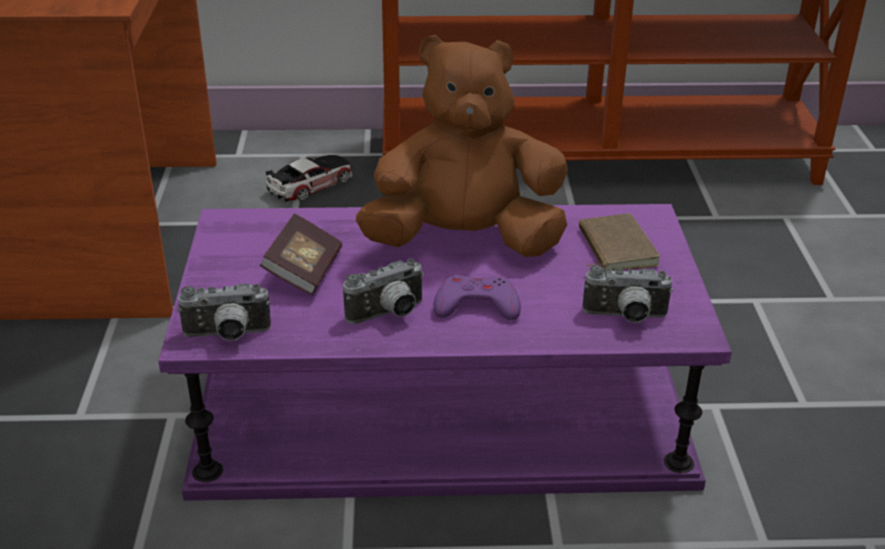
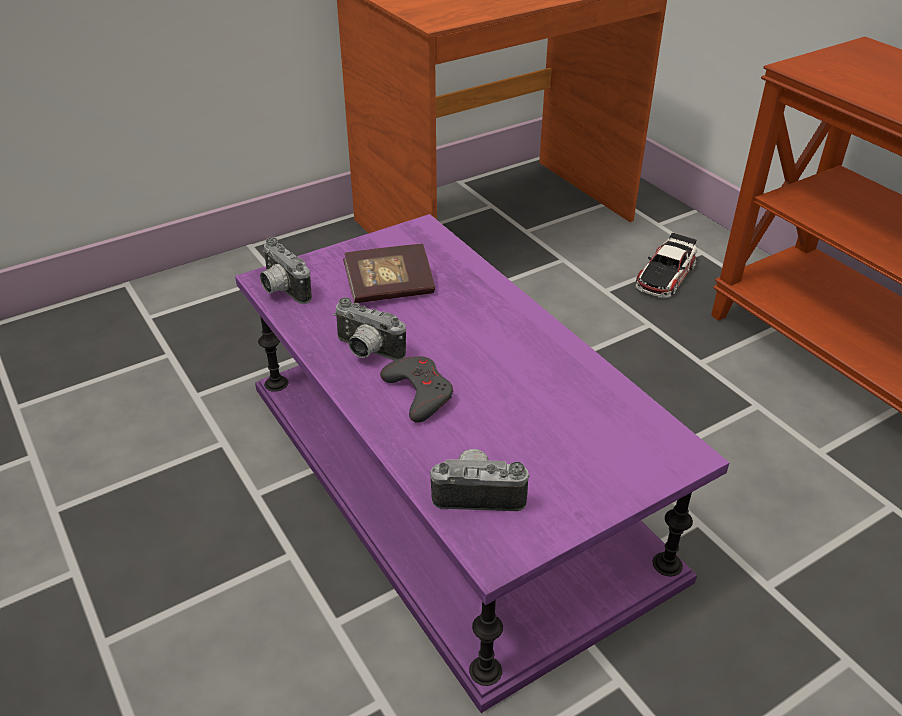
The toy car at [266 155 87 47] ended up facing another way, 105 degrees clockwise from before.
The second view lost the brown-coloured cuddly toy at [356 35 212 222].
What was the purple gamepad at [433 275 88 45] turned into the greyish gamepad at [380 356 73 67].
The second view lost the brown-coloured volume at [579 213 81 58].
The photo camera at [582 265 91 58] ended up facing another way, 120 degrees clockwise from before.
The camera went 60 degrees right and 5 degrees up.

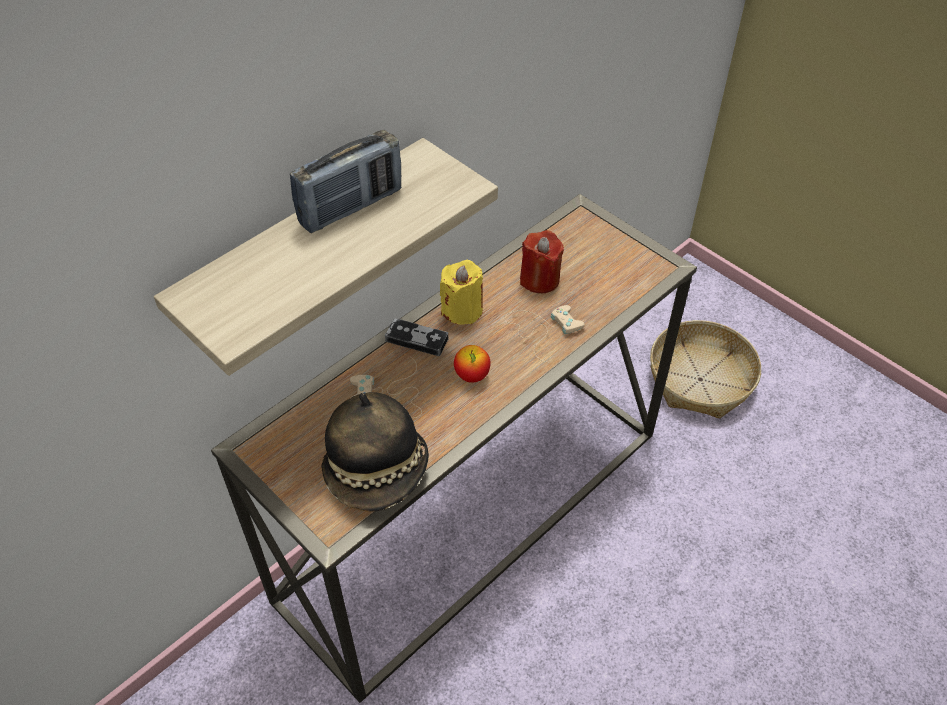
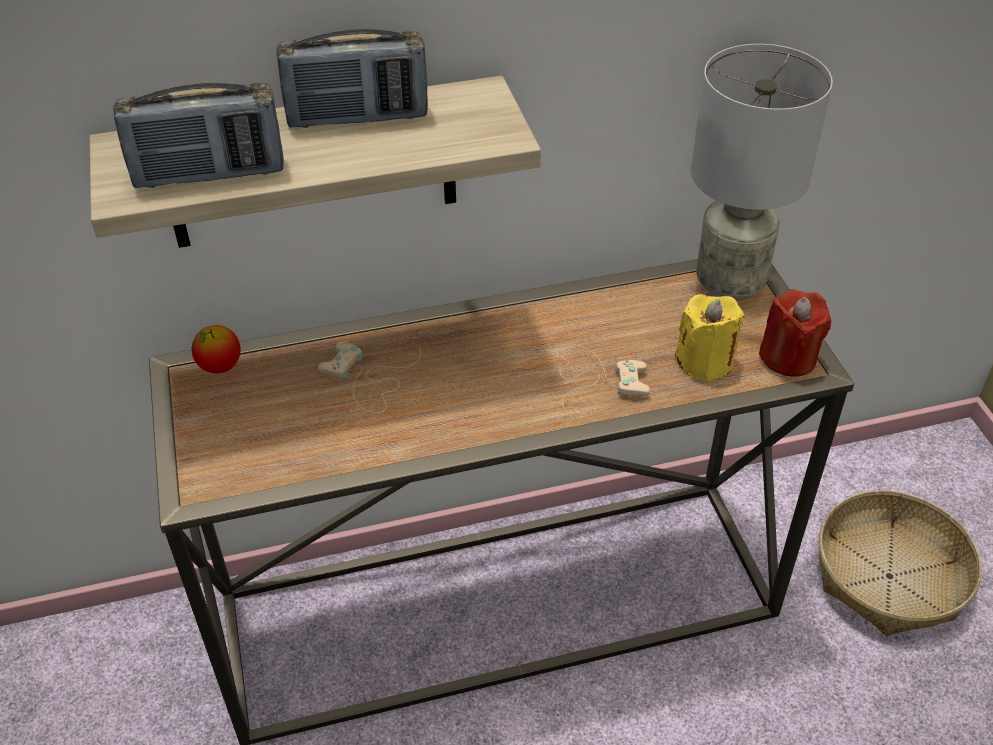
The second view lost the hat at [321 392 108 120].
The second view lost the gamepad at [385 319 63 37].
The yellow wax candle ended up elsewhere, having gone from [440 260 43 65] to [675 294 70 88].
The apple ended up elsewhere, having gone from [454 345 37 38] to [192 325 49 48].
The red-coloured wax candle ended up elsewhere, having gone from [520 230 44 63] to [759 289 72 88].
The second view gained the radio receiver at [113 83 171 105].
The second view gained the greyish lamp for a table at [691 44 142 257].
The camera went 30 degrees right and 5 degrees down.

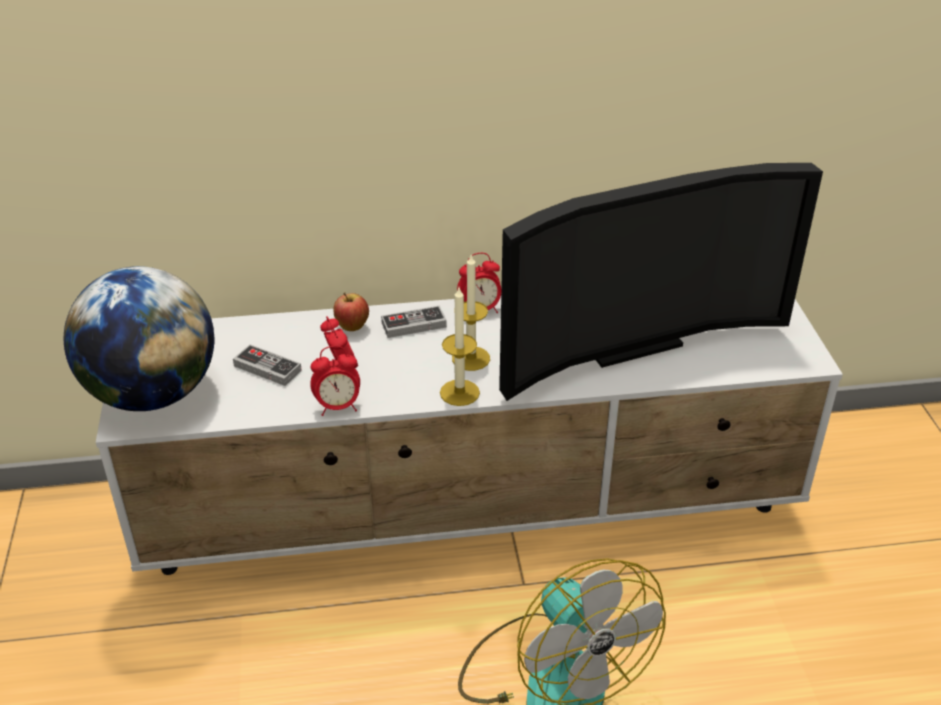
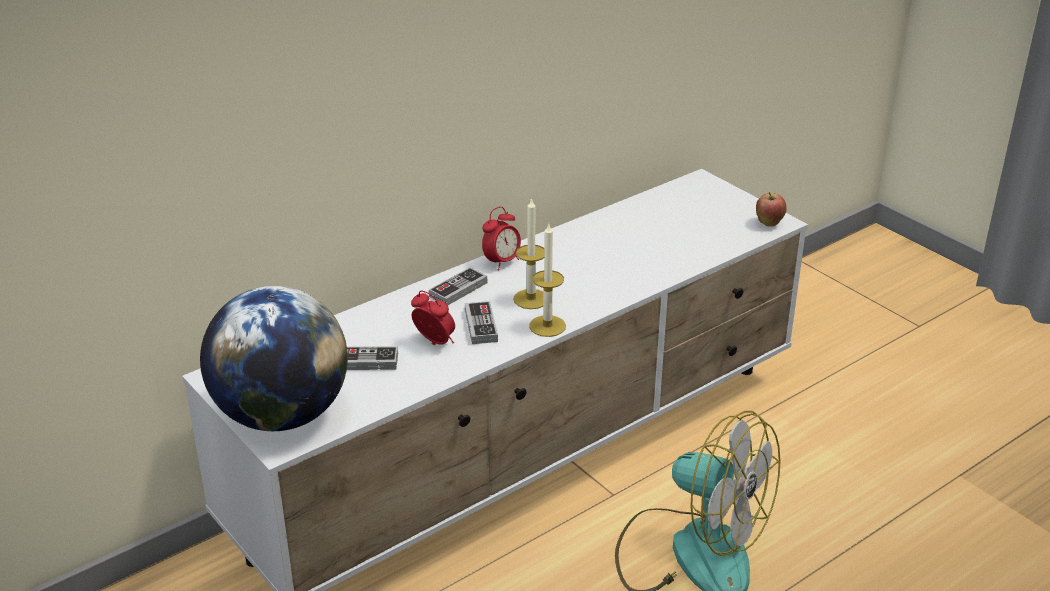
The second view lost the alarm clock at [310 346 50 70].
The apple ended up elsewhere, having gone from [333 292 36 39] to [756 192 31 35].
The second view lost the TV set at [499 163 324 238].
The second view gained the gamepad at [465 301 33 43].
The camera went 30 degrees left and 5 degrees down.

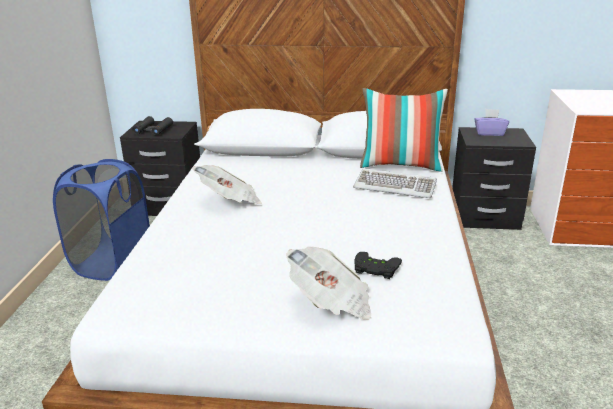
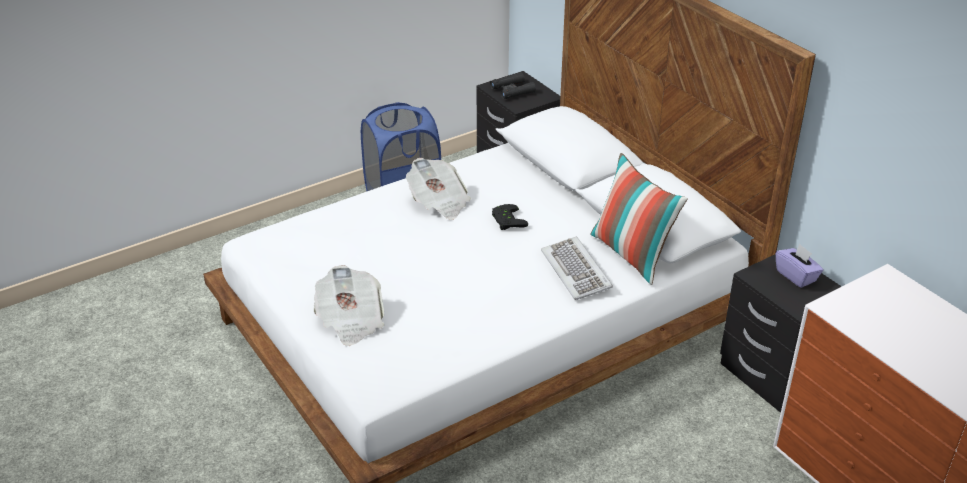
The blackish gamepad ended up elsewhere, having gone from [355 252 47 27] to [492 204 36 26].
The camera went 50 degrees right and 10 degrees up.

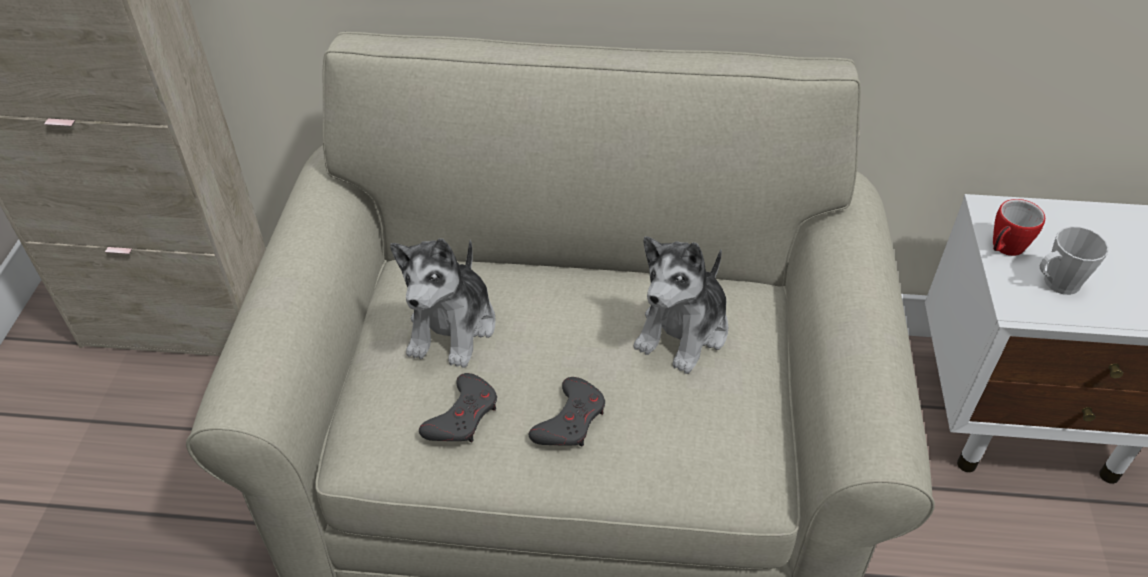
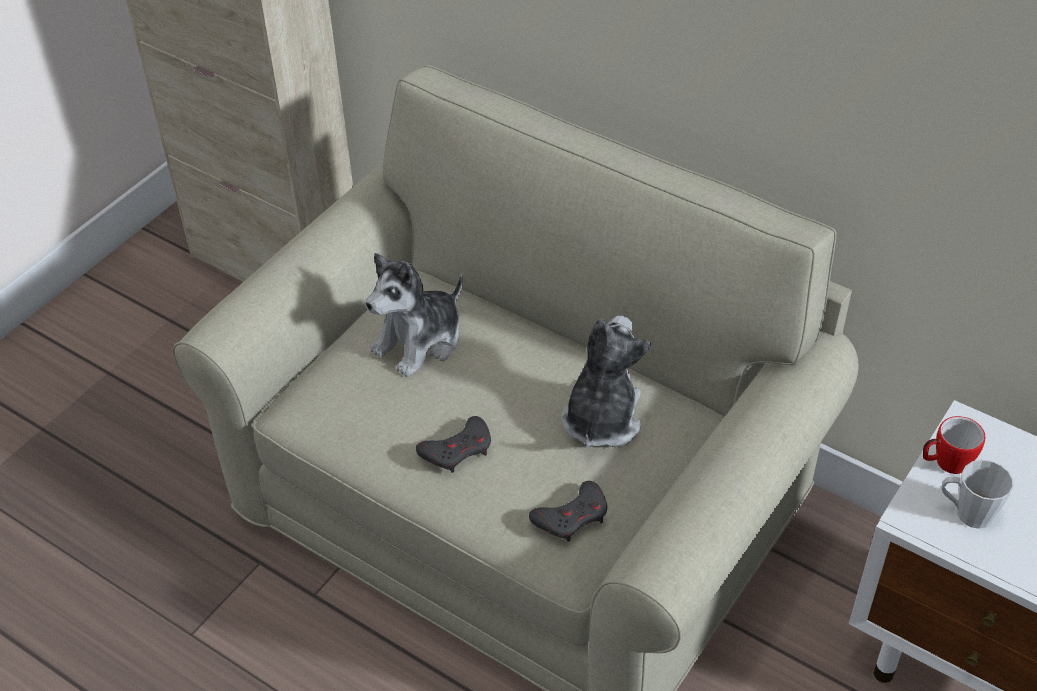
The greyish gamepad ended up elsewhere, having gone from [419 373 78 69] to [529 481 78 61].
The cuddly toy at [634 237 94 137] ended up facing another way, 135 degrees clockwise from before.
The camera went 30 degrees right and 0 degrees up.

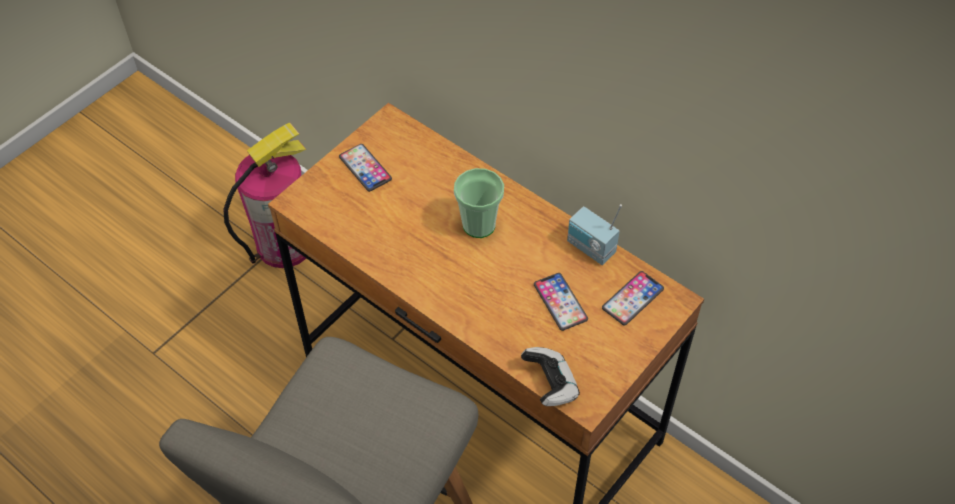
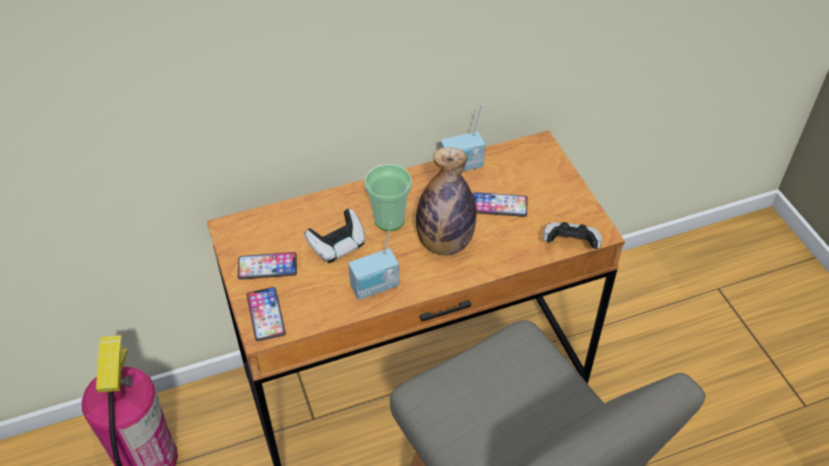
The telephone ended up elsewhere, having gone from [602 271 62 55] to [247 287 39 54].
The second view gained the gamepad at [304 209 61 54].
The second view gained the radio receiver at [348 222 51 78].
The second view gained the beverage bottle at [416 147 60 108].
The camera went 60 degrees left and 5 degrees down.

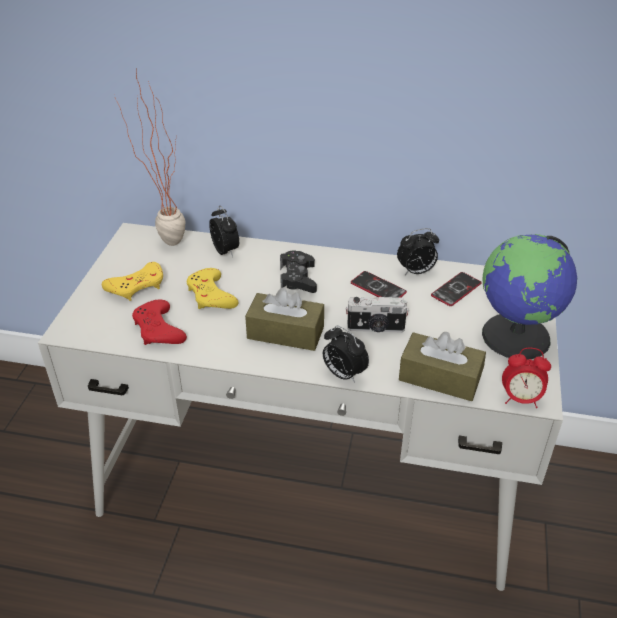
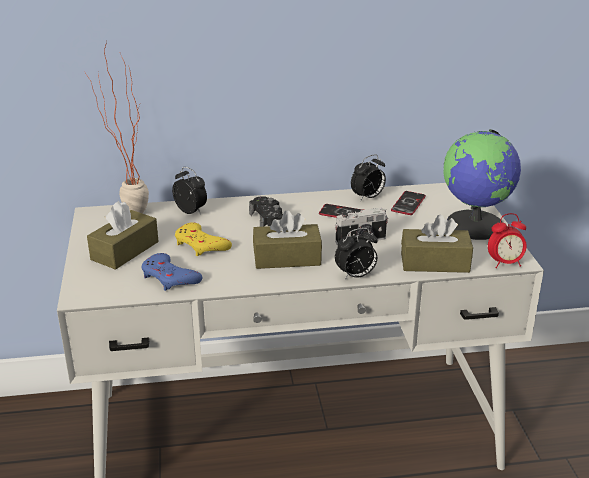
Where the yellow gamepad stood at [102 262 61 39], the brown-coloured tissue holder came to stand at [87 201 72 69].
What was the red-coloured gamepad at [132 300 55 45] turned into the bluish gamepad at [141 253 61 38].
The alarm clock at [323 326 46 57] ended up facing another way, 45 degrees counterclockwise from before.
The camera went 20 degrees left and 10 degrees down.

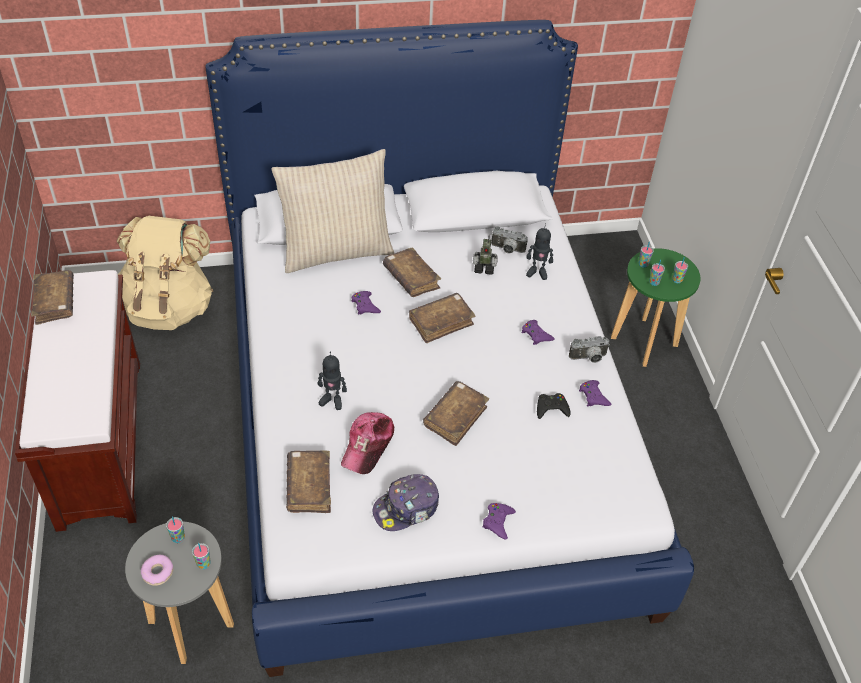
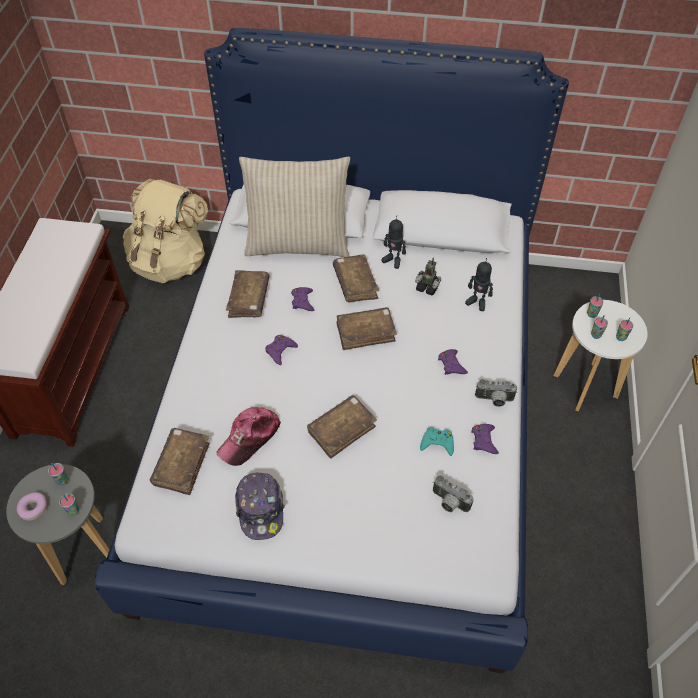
The brown-coloured volume ended up elsewhere, having gone from [31 270 43 55] to [226 270 44 48].
The robot figure ended up elsewhere, having gone from [318 352 29 58] to [382 215 24 54].
The baseball cap at [373 474 66 57] ended up facing another way, 90 degrees counterclockwise from before.
The purple gamepad ended up elsewhere, having gone from [483 503 33 37] to [265 335 33 30].
The photo camera ended up elsewhere, having gone from [491 226 37 28] to [433 475 41 37].
What was the blackish gamepad at [537 393 34 26] turned into the blue-green gamepad at [420 427 34 29].
What was the green stool at [611 248 89 119] turned into the white stool at [554 300 94 112].
The camera went 20 degrees right and 5 degrees up.

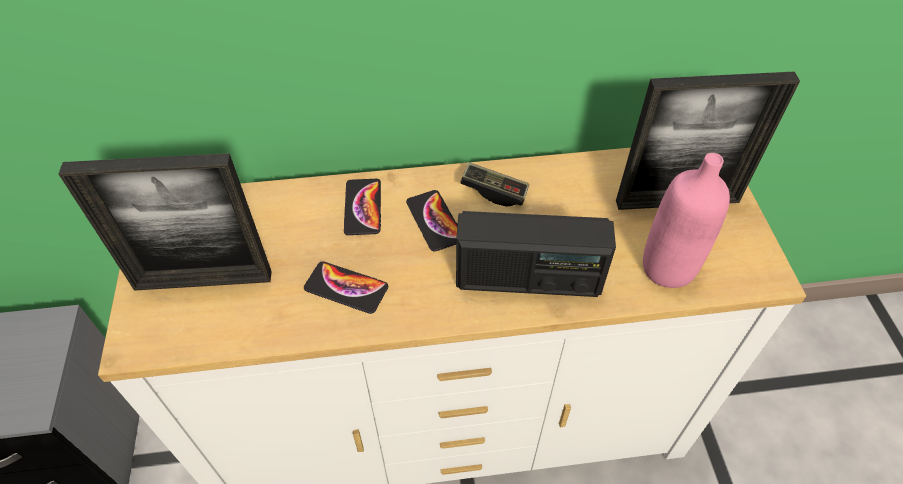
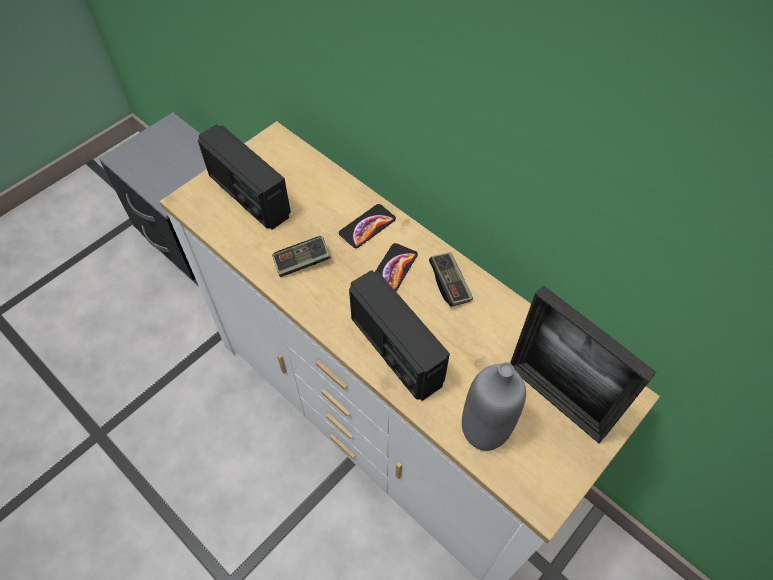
Where the photo frame stood at [58 153 214 138], the radio receiver came to stand at [198 124 93 106].
Where the telephone stood at [304 261 84 53], the gamepad came to stand at [272 236 59 41].
What was the pink-coloured beverage bottle at [643 153 87 135] turned into the greyish beverage bottle at [462 362 64 89].
The camera went 50 degrees right and 5 degrees up.

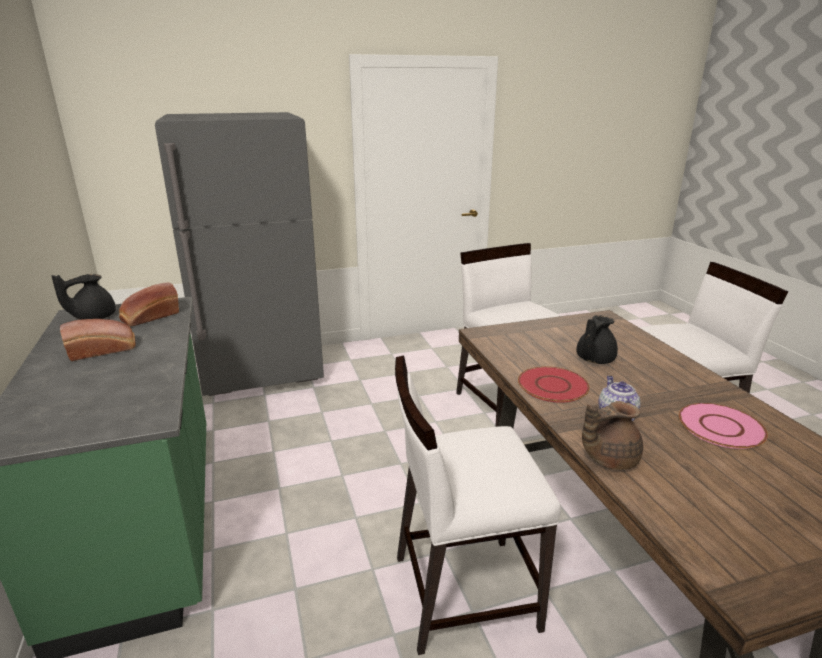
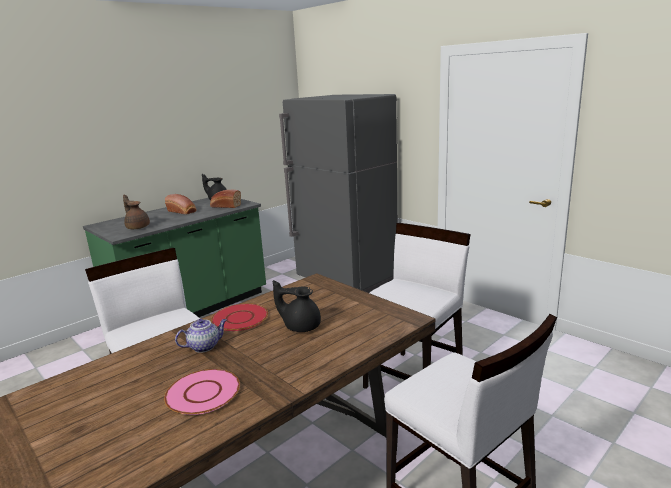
The brown-coloured teapot ended up elsewhere, having gone from [582 401 61 69] to [123 195 27 34].
The camera went 65 degrees right and 5 degrees down.

